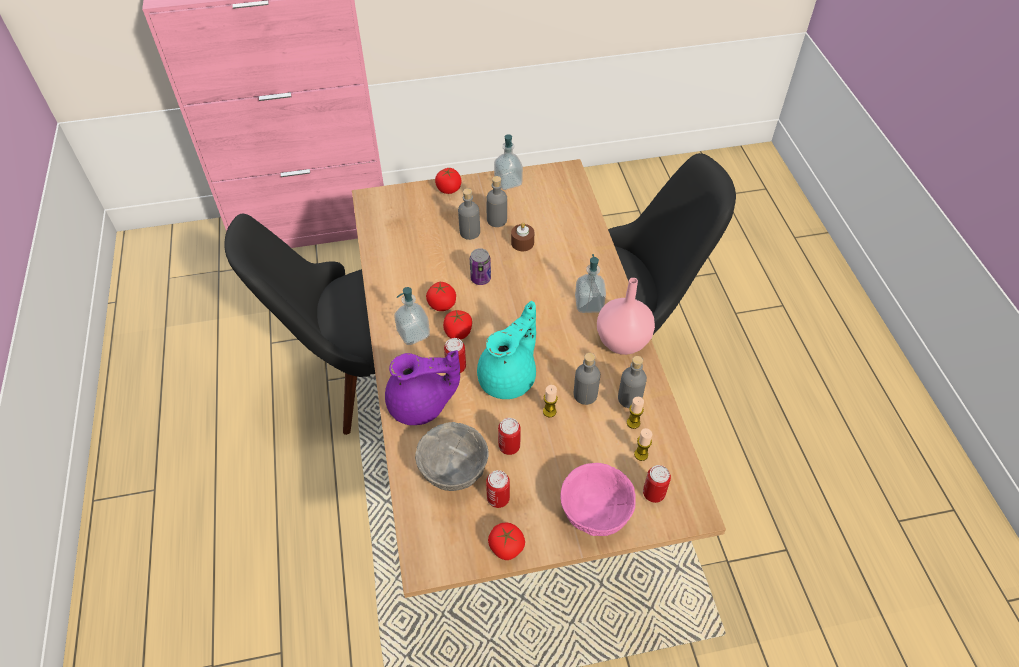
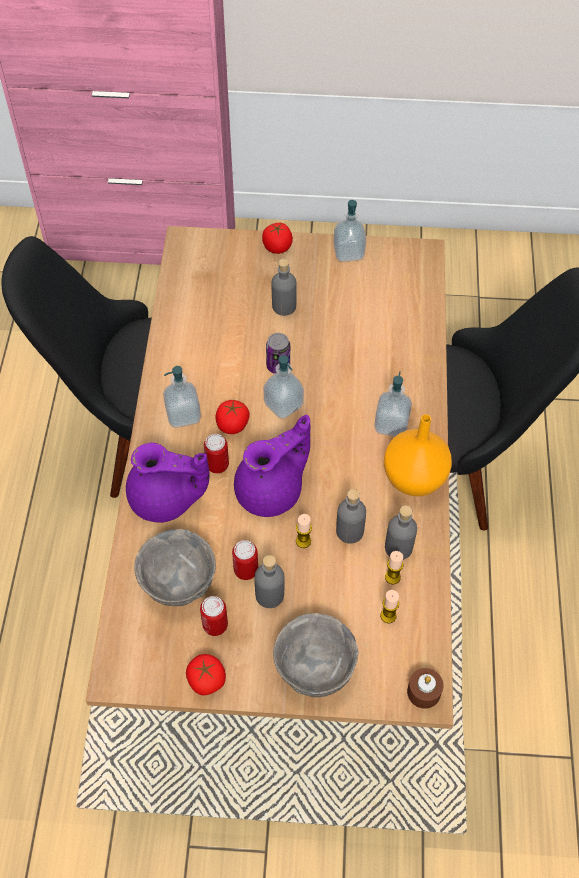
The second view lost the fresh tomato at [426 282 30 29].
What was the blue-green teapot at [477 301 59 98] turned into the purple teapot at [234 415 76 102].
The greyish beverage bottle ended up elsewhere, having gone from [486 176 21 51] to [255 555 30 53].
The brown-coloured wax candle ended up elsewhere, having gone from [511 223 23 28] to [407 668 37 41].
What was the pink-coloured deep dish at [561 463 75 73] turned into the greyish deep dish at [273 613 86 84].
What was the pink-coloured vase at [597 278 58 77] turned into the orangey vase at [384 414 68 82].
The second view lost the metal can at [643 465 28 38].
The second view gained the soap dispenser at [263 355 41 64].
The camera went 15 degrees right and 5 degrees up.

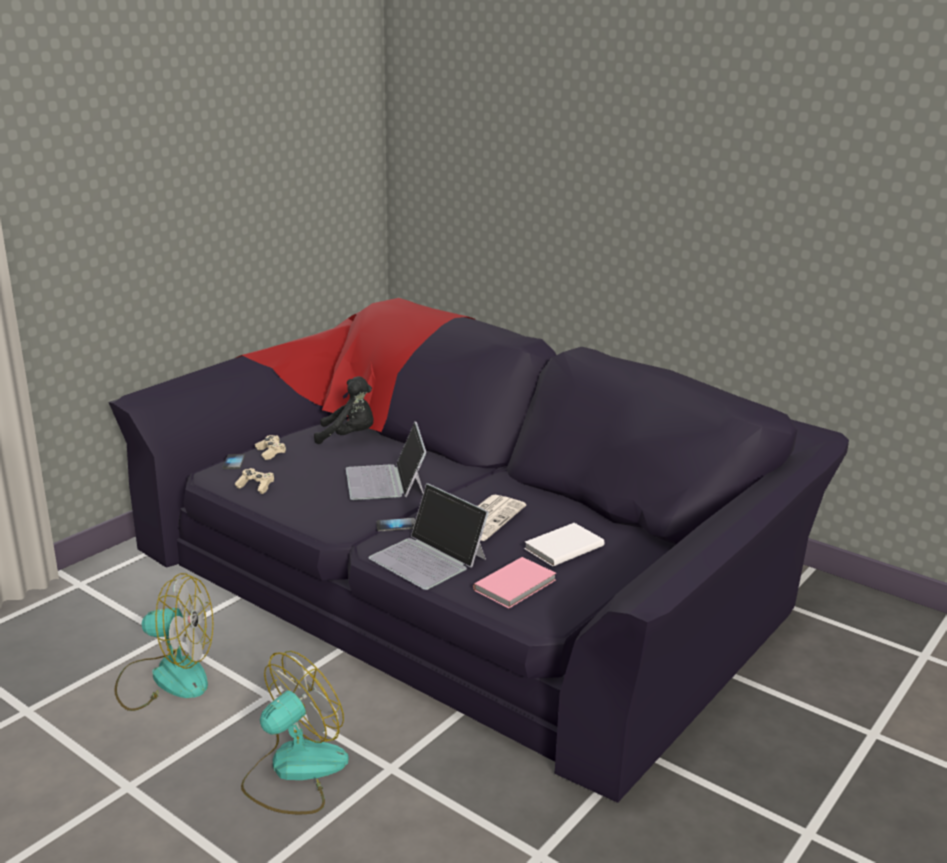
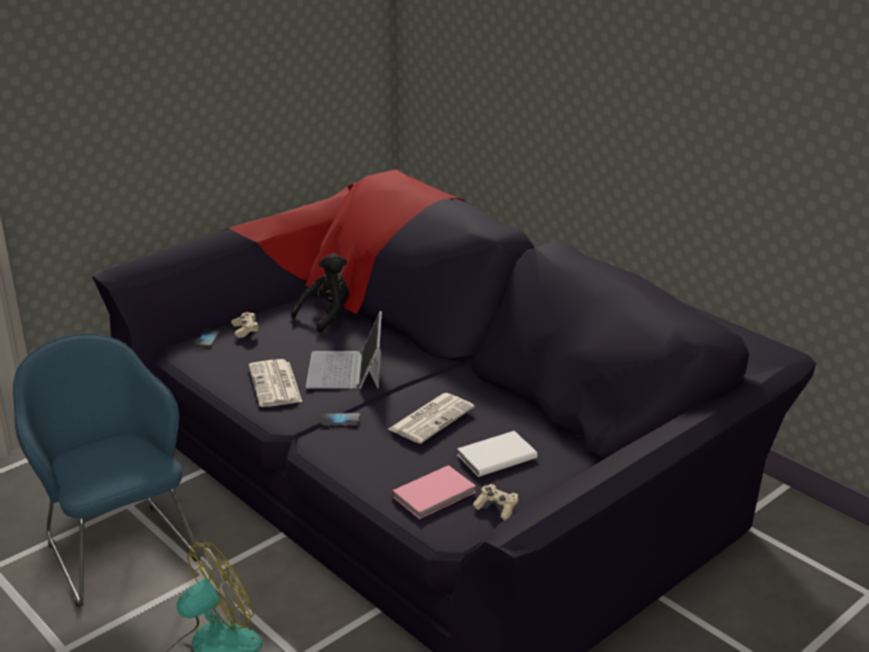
Where the cooling fan stood at [114 573 99 138], the bluish armchair came to stand at [13 334 188 273].
The beige gamepad ended up elsewhere, having gone from [235 468 39 26] to [473 484 46 36].
The blackish cuddly toy at [314 376 60 68] ended up facing another way, 60 degrees counterclockwise from before.
The second view lost the portable computer at [369 483 120 107].
The second view gained the daily paper at [249 359 53 48].
The camera went 10 degrees right and 5 degrees up.

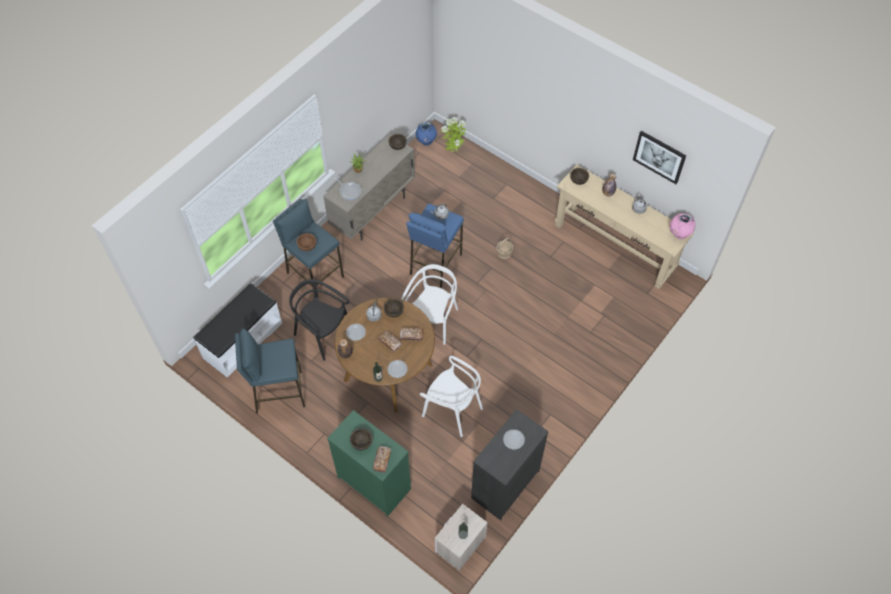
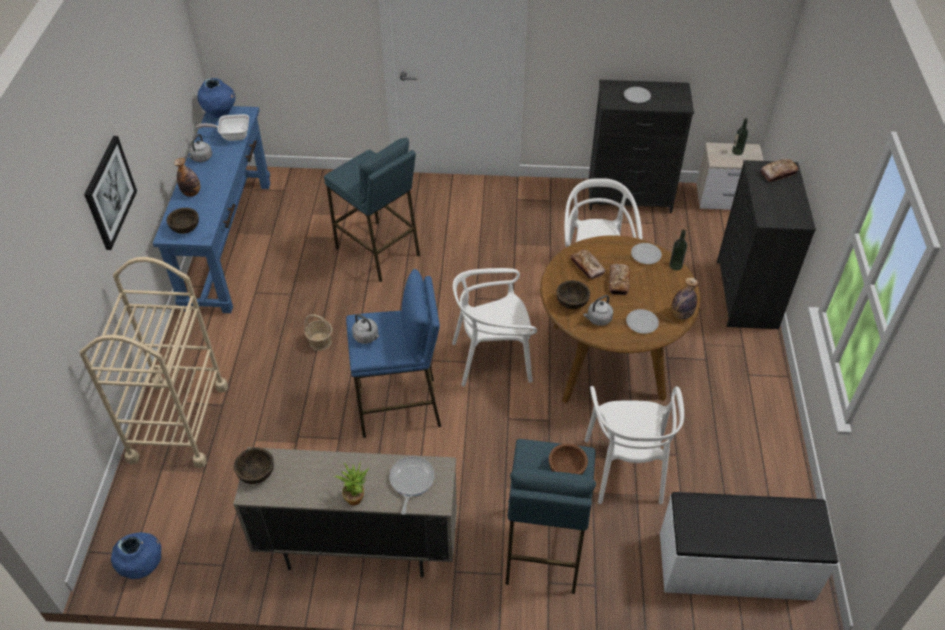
The bluish stool ended up elsewhere, having gone from [235 329 70 85] to [324 137 96 145].
What was the blackish chair at [289 279 60 82] turned into the white chair at [585 386 99 118].
What was the green drawer chest at [327 410 84 107] turned into the blackish drawer chest at [717 160 99 169].
The second view lost the brown-coloured deep dish at [350 428 23 22].
The second view lost the plant in a pot at [441 117 25 35].
What was the beige console table at [555 165 139 124] turned into the bluish console table at [153 106 117 207].
The wall picture ended up elsewhere, having gone from [633 131 53 53] to [84 136 53 114].
What was the pink-coloured vase at [670 213 26 26] turned into the bluish vase at [198 78 37 40].
The second view gained the beige trolley at [80 257 148 211].
The second view gained the skillet at [196 114 53 27].
The camera went 125 degrees left and 10 degrees down.

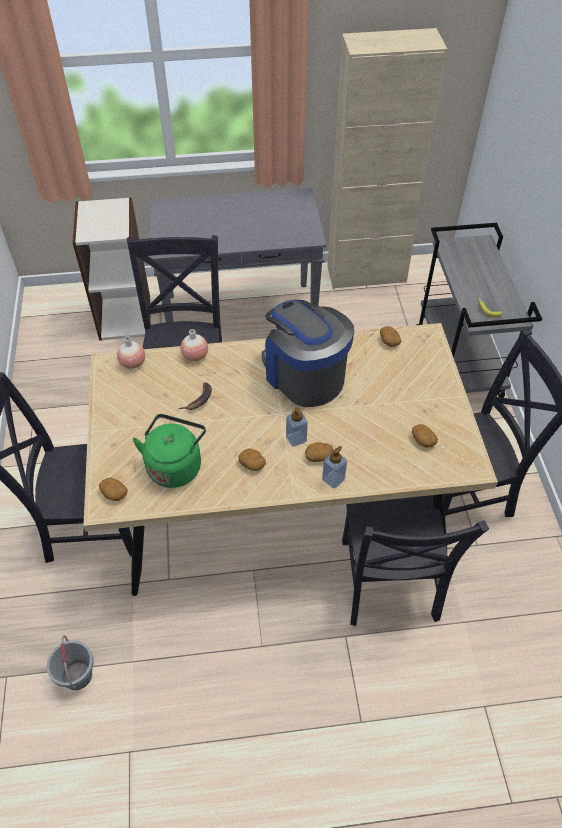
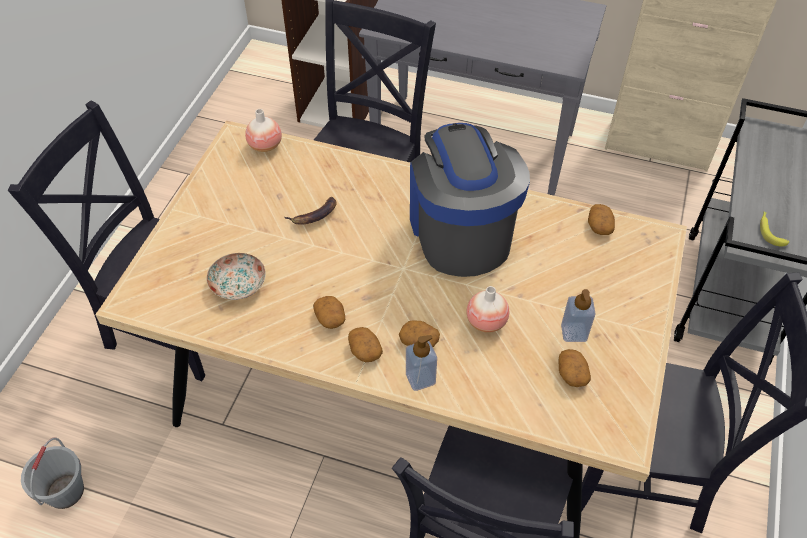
The whole potato ended up elsewhere, having gone from [99 478 29 23] to [348 327 35 35].
Where the green kettle stood at [132 414 74 74], the flat dish came to stand at [206 253 60 47].
The vase ended up elsewhere, having gone from [181 329 27 32] to [467 286 42 47].
The soap dispenser ended up elsewhere, having gone from [286 407 22 40] to [561 289 34 53].
The camera went 25 degrees right and 0 degrees up.

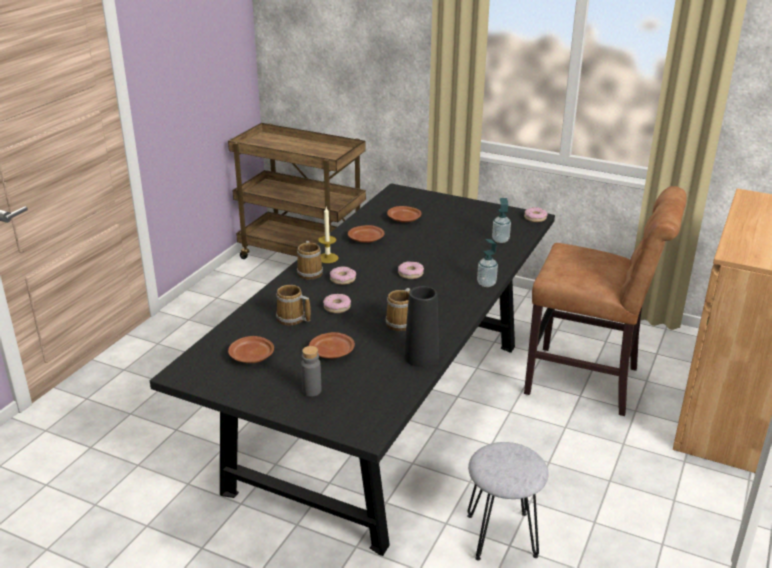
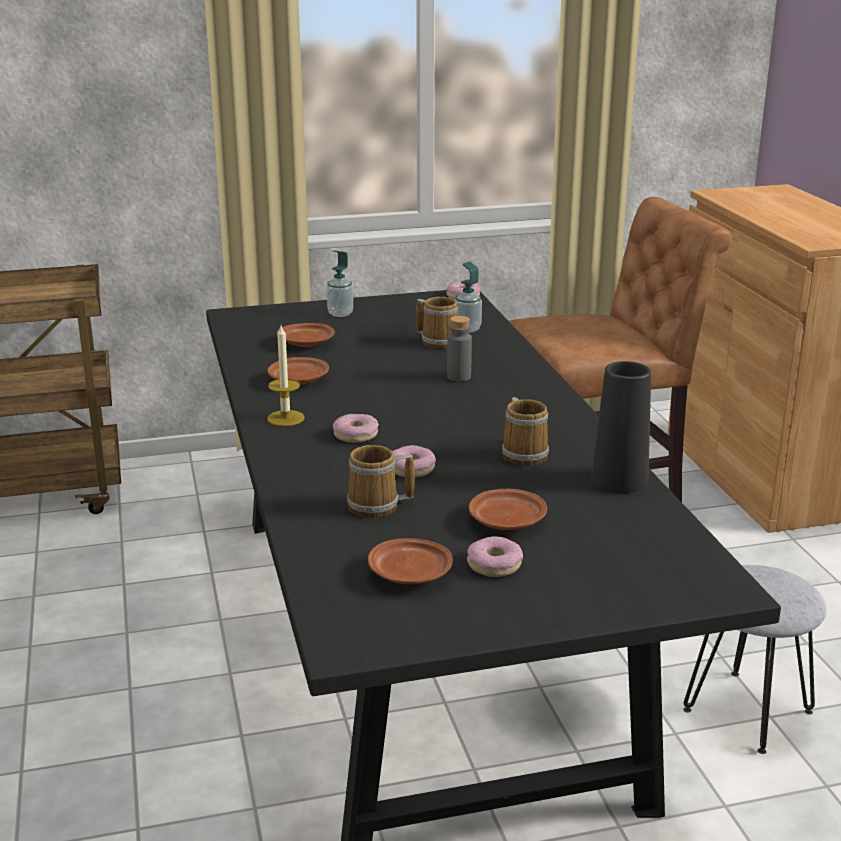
The coffee mug ended up elsewhere, having gone from [297 241 26 39] to [416 297 42 52].
The greyish beverage bottle ended up elsewhere, having gone from [301 346 20 50] to [447 316 25 66].
The donut ended up elsewhere, having gone from [398 262 26 17] to [467 536 56 41].
The soap dispenser ended up elsewhere, having gone from [477 239 21 48] to [327 250 26 67].
The camera went 40 degrees left and 5 degrees down.

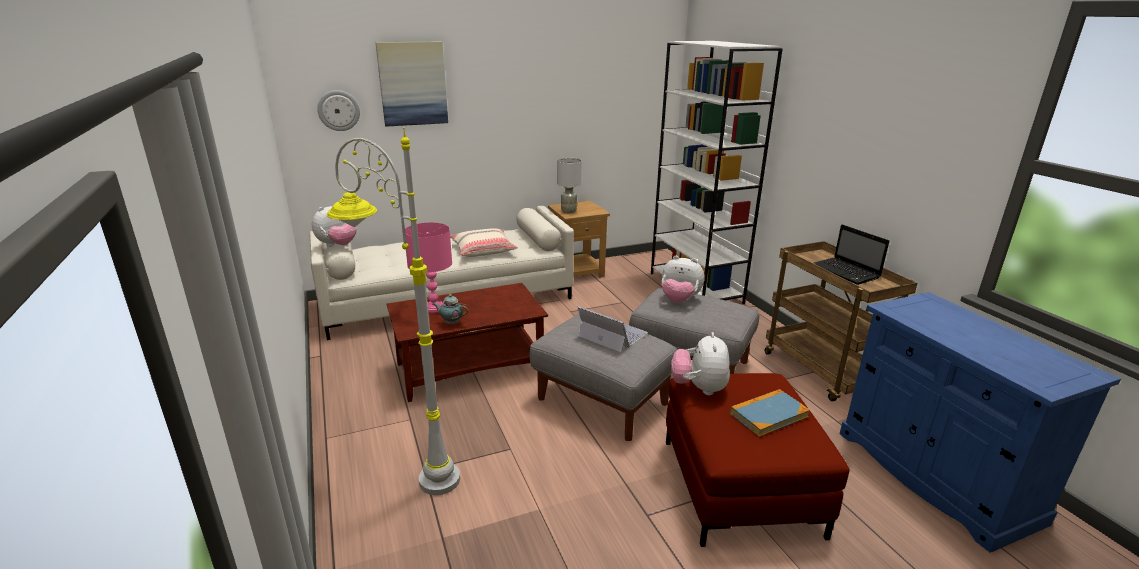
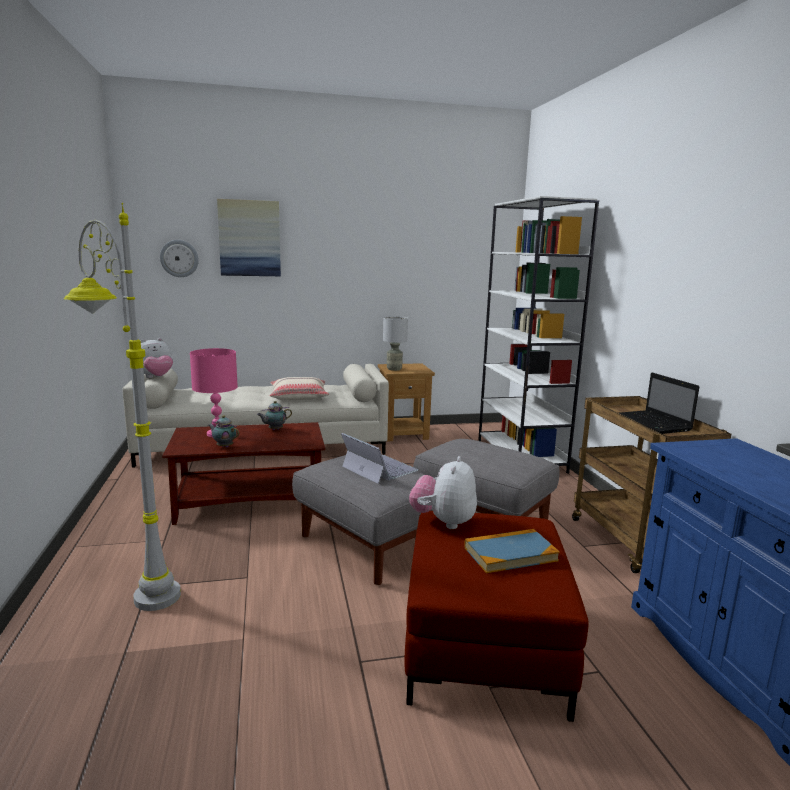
The second view lost the cuddly toy at [661 256 44 47].
The second view gained the teapot at [257 401 35 29].
The camera went 10 degrees right and 10 degrees down.

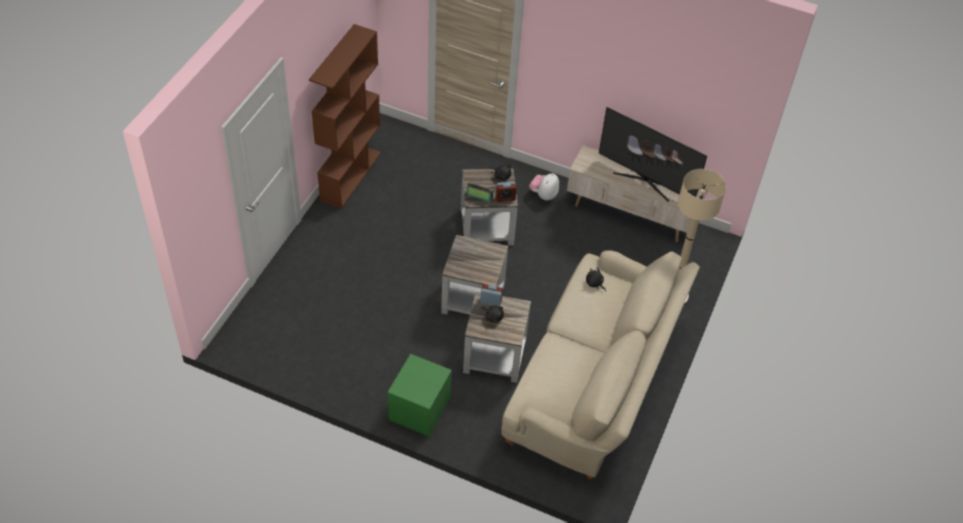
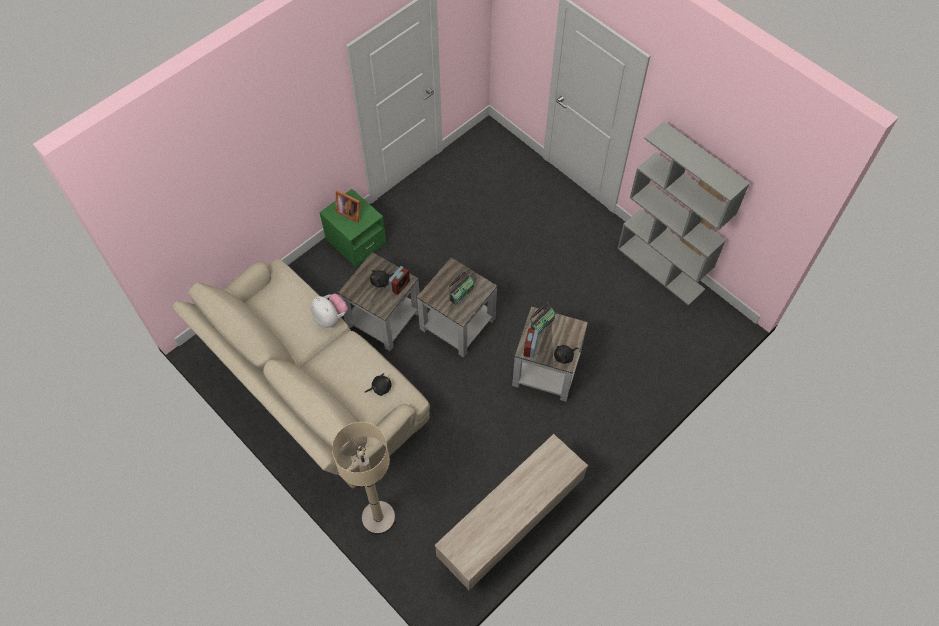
What was the brown-coloured bookshelf at [309 24 72 185] turned into the greyish bookshelf at [617 122 133 184].
The cuddly toy ended up elsewhere, having gone from [529 173 30 28] to [311 294 37 34].
The second view lost the TV set at [599 107 108 95].
The second view gained the photo frame at [335 190 25 33].
The second view gained the radio receiver at [448 270 26 35].
The camera went 115 degrees right and 10 degrees up.

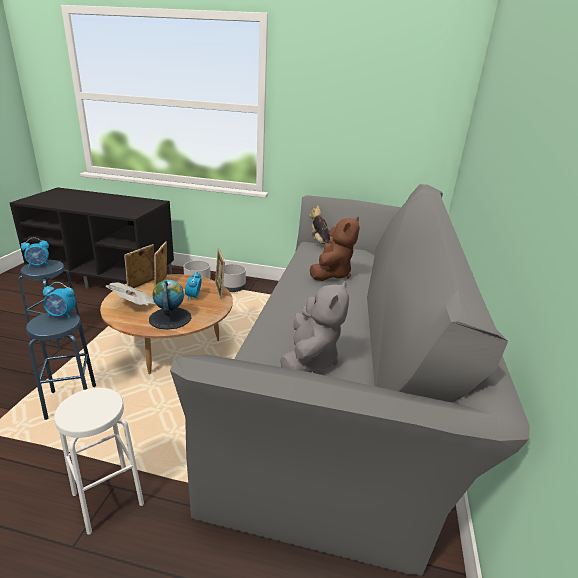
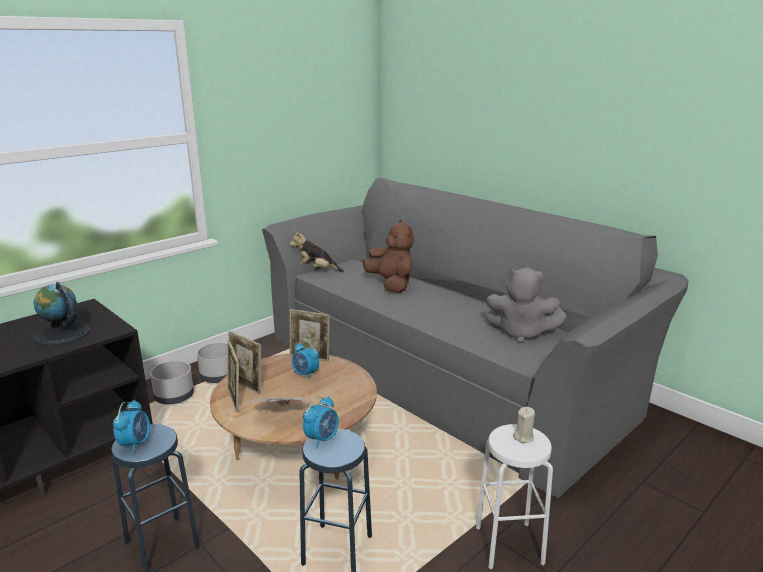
The desk globe ended up elsewhere, having gone from [149 279 42 51] to [33 282 57 64].
The greyish cuddly toy at [280 281 69 91] ended up facing another way, 150 degrees clockwise from before.
The second view gained the beige wax candle at [513 407 22 36].
The camera went 55 degrees left and 5 degrees down.

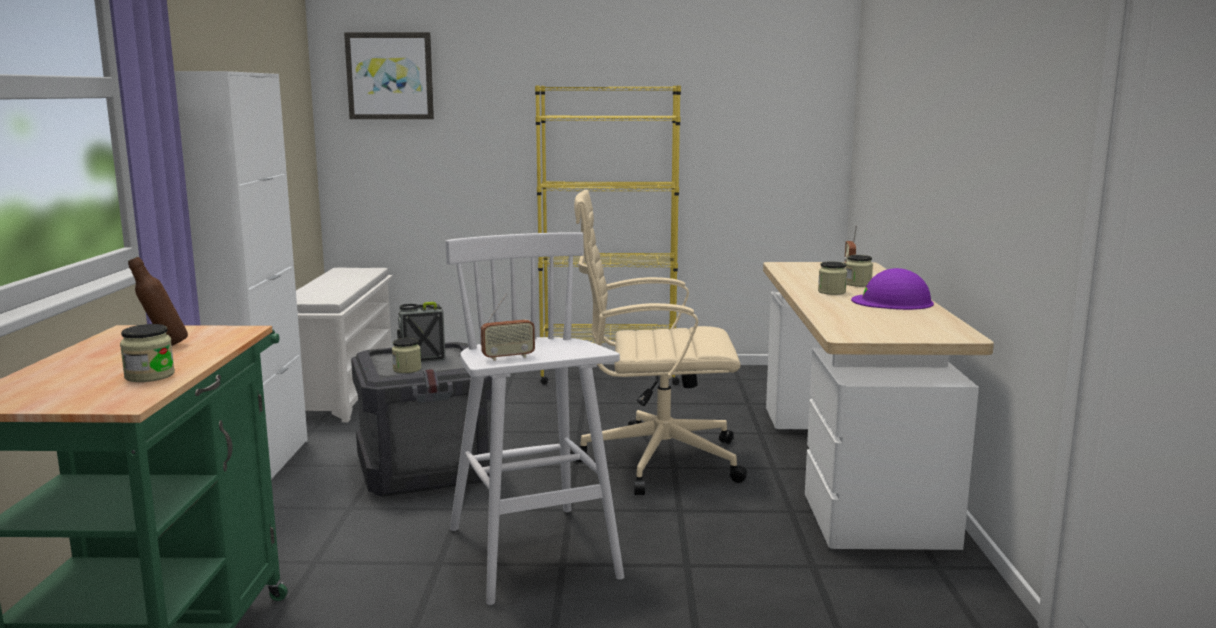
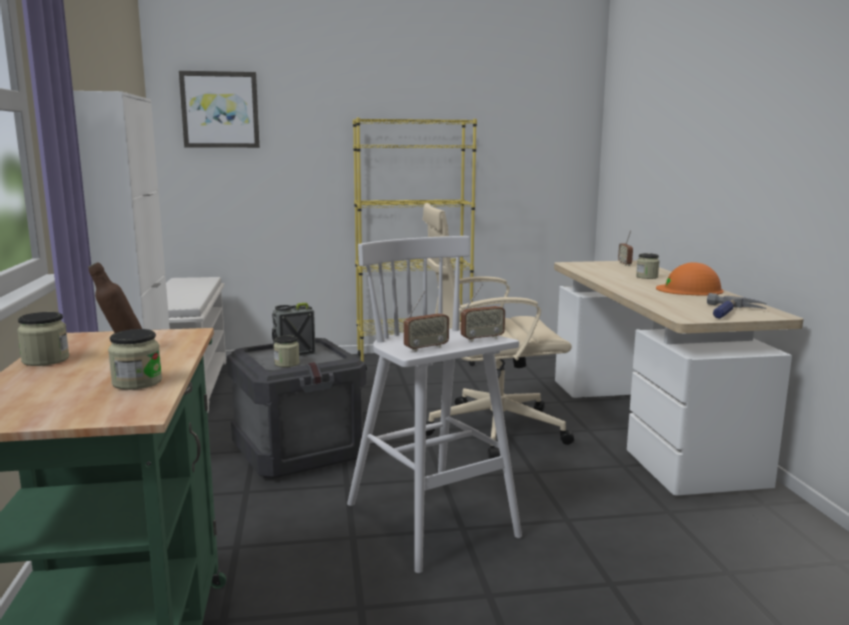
The storage jar ended up elsewhere, having gone from [818 261 29 34] to [17 312 52 54].
What was the purple work helmet at [851 268 83 42] turned into the orangey work helmet at [656 262 67 34].
The second view gained the radio receiver at [461 284 44 58].
The second view gained the hammer at [707 293 60 26].
The camera went 10 degrees left and 0 degrees up.

